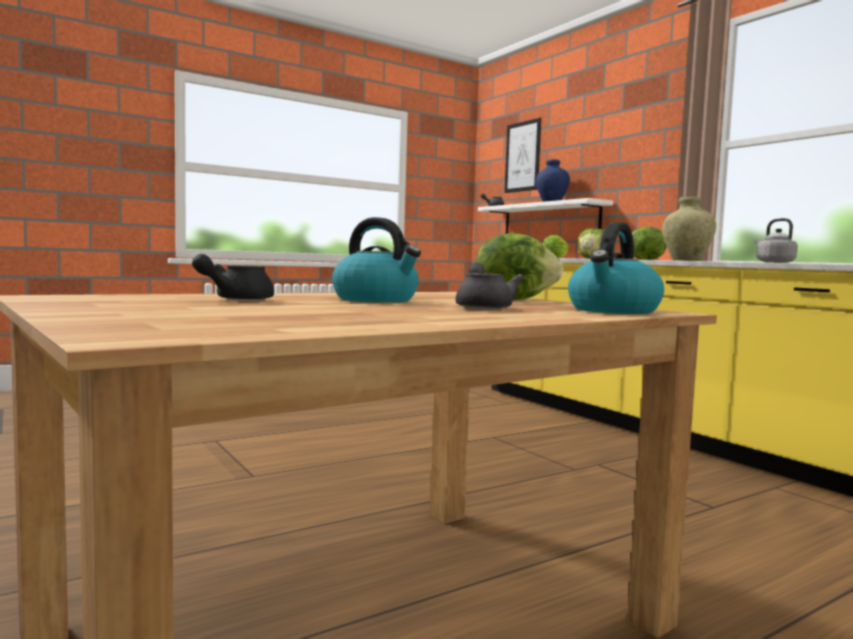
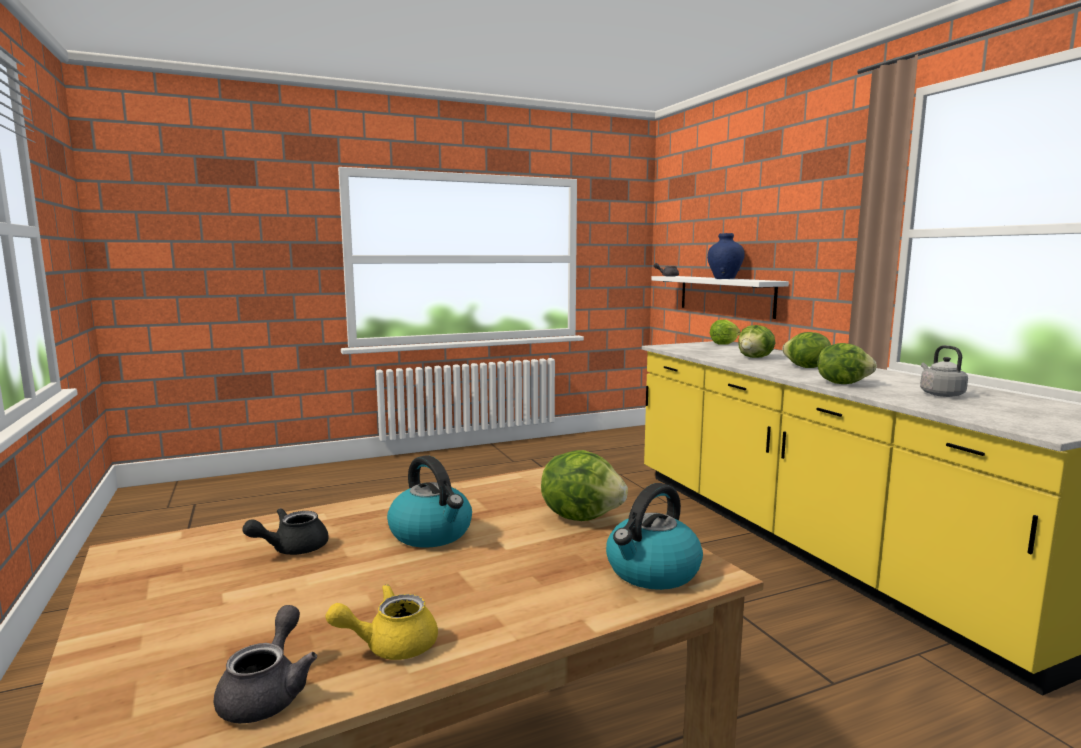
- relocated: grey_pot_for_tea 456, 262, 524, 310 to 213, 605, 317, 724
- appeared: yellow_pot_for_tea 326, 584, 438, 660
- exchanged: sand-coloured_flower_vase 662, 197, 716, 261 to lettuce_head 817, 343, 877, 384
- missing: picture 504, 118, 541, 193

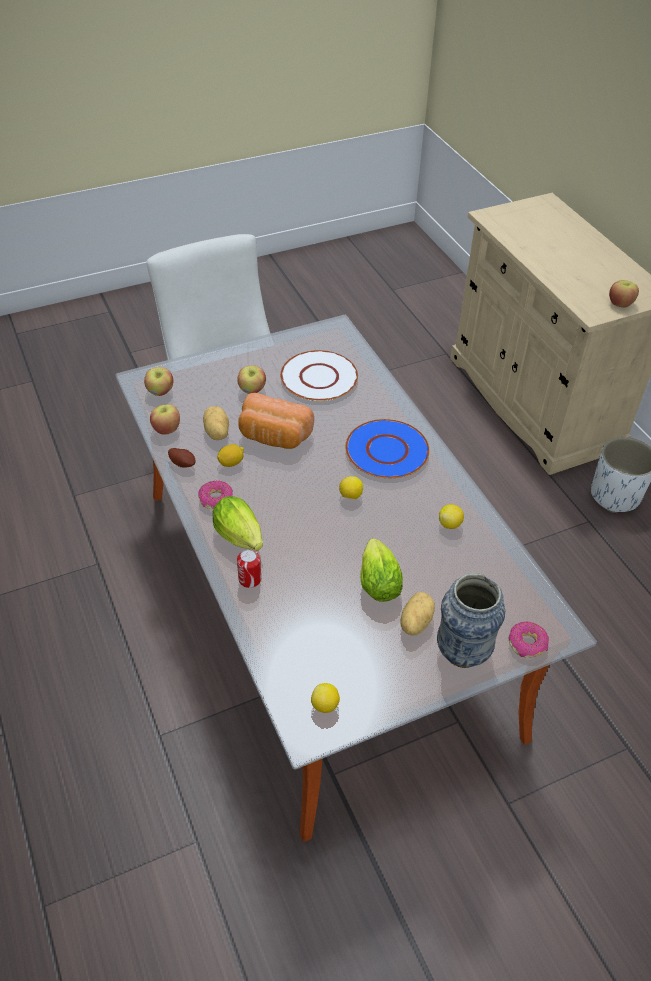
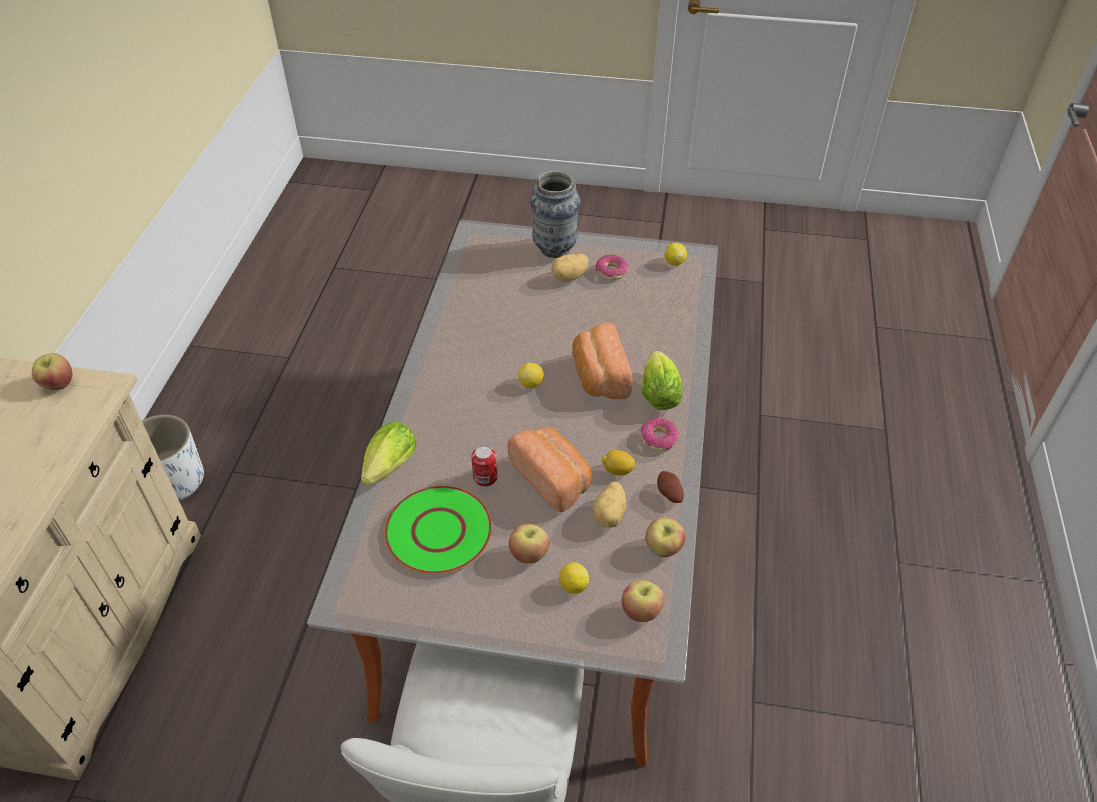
- relocated: lettuce_head 360, 538, 403, 602 to 361, 422, 416, 486
- colour: white-coloured_dinner_plate 280, 350, 358, 401 to green-coloured_dinner_plate 384, 486, 492, 574
- relocated: metal_can 237, 549, 261, 588 to 471, 445, 497, 487
- relocated: whole_lemon 439, 504, 464, 529 to 559, 562, 589, 594
- appeared: baked_bread 572, 322, 632, 399
- relocated: donut 509, 622, 549, 658 to 595, 254, 628, 280
- missing: blue-coloured_dinner_plate 345, 419, 430, 478

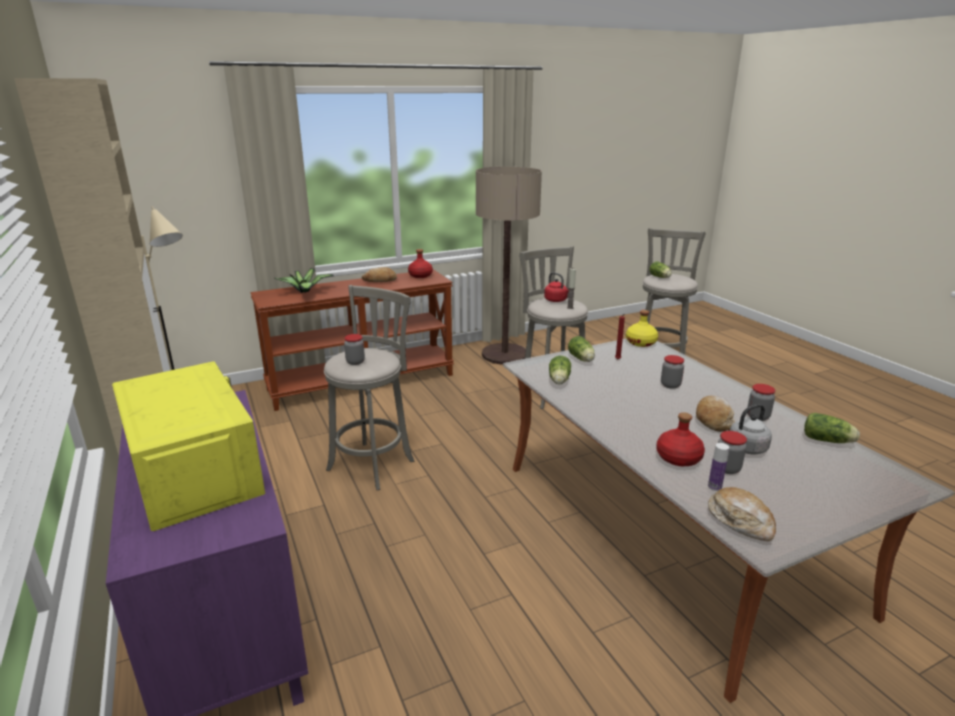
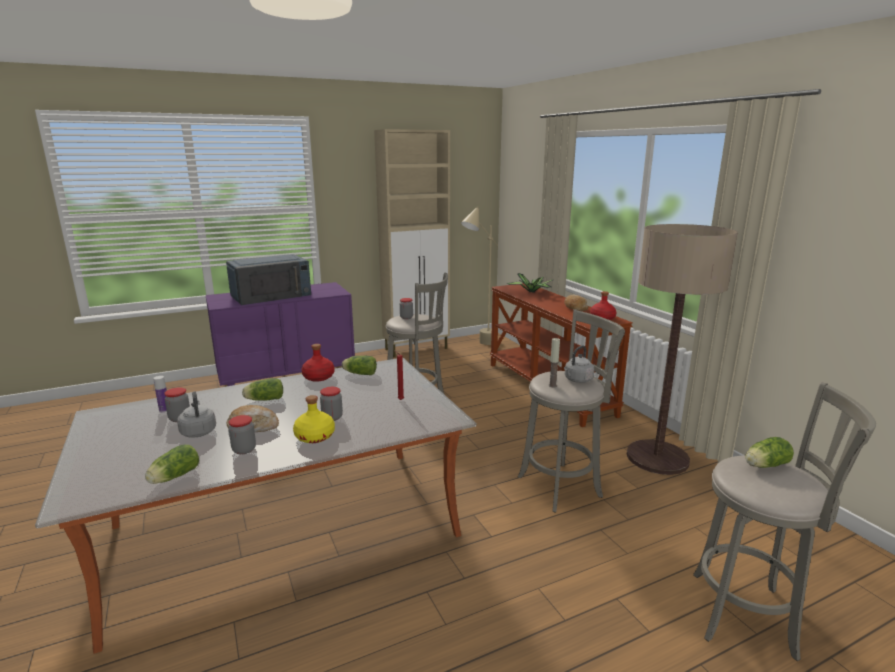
- colour: yellow_microwave_oven 112, 361, 265, 531 to blue-coloured_microwave_oven 226, 254, 311, 305
- relocated: lettuce_head 568, 336, 595, 362 to 242, 378, 283, 401
- relocated: yellow_bottle 626, 310, 658, 347 to 293, 395, 335, 443
- relocated: red-coloured_bottle 656, 412, 705, 466 to 302, 344, 334, 382
- colour: red-coloured_tea_kettle 544, 272, 569, 302 to grey_tea_kettle 564, 345, 594, 383
- missing: baked_bread 708, 487, 776, 541

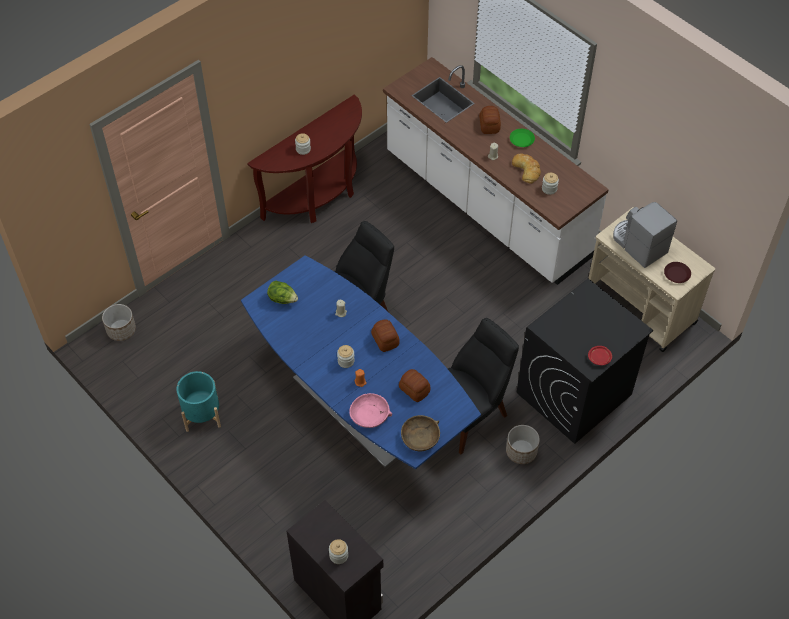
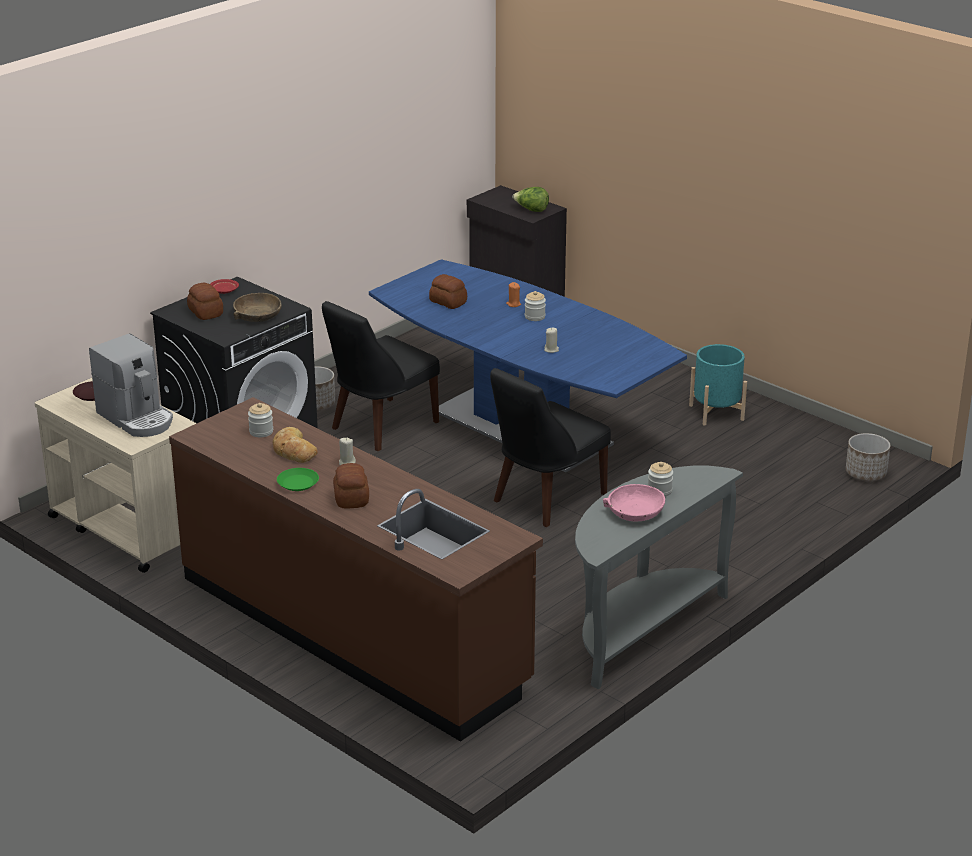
- colour: white-coloured_kitchen_counter 383, 57, 609, 285 to brownish_kitchen_counter 169, 397, 543, 742
- relocated: baked_bread 371, 320, 400, 352 to 187, 283, 223, 320
- relocated: brownish_serving_bowl 401, 415, 440, 452 to 233, 293, 282, 322
- relocated: lettuce_head 267, 281, 298, 304 to 513, 187, 549, 212
- colour: brownish_hall_table 247, 95, 362, 223 to grey_hall_table 575, 466, 743, 689
- relocated: pinkish_serving_bowl 349, 393, 392, 428 to 603, 484, 665, 521
- missing: jar 329, 539, 348, 564

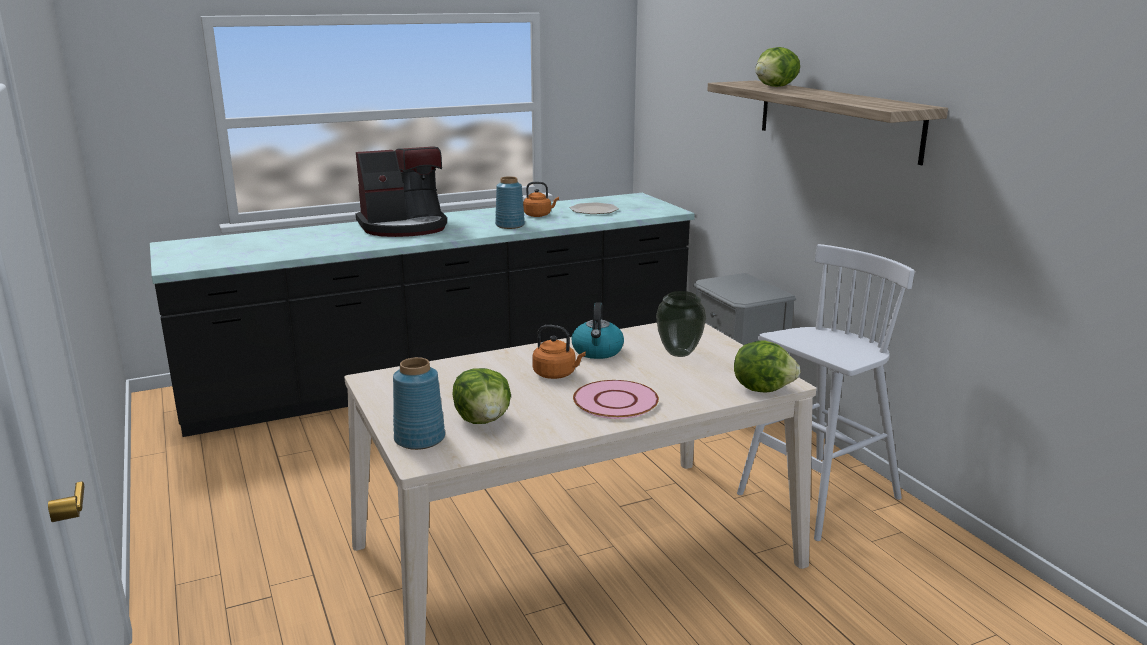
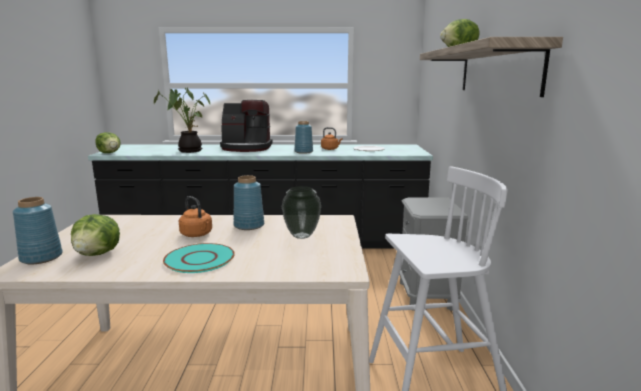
- relocated: lettuce_head 734, 340, 800, 393 to 96, 132, 121, 153
- appeared: potted_plant 154, 88, 210, 153
- colour: pinkish_dinner_plate 573, 380, 659, 419 to blue-green_dinner_plate 163, 243, 235, 273
- exchanged: tea_kettle 571, 302, 624, 359 to blue-coloured_flower_vase 233, 175, 264, 230

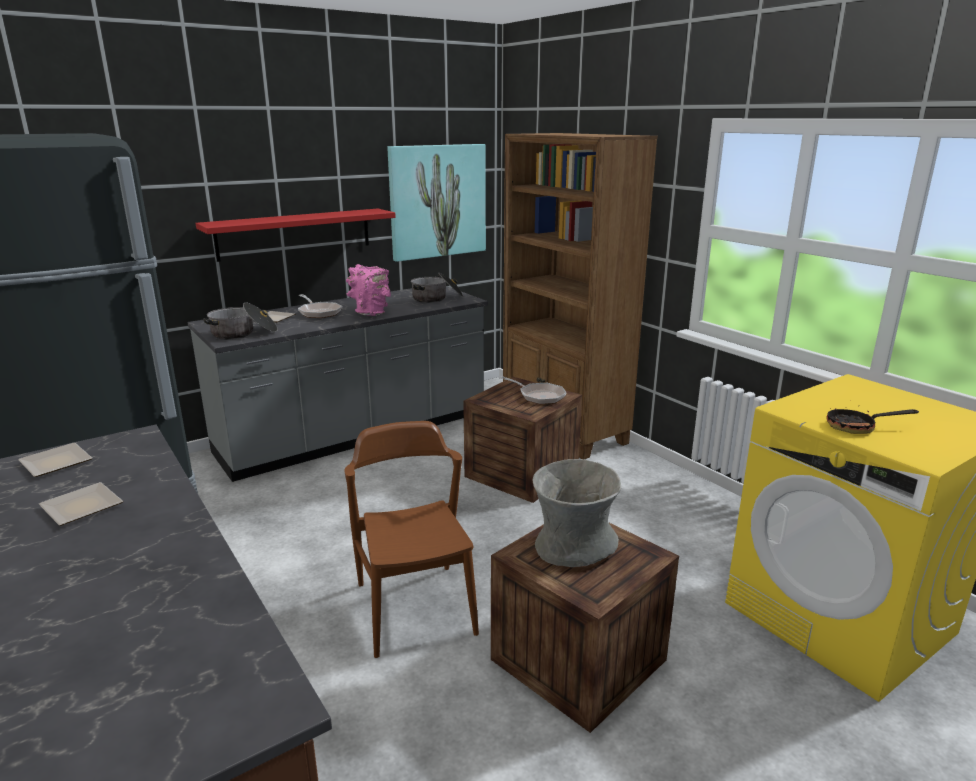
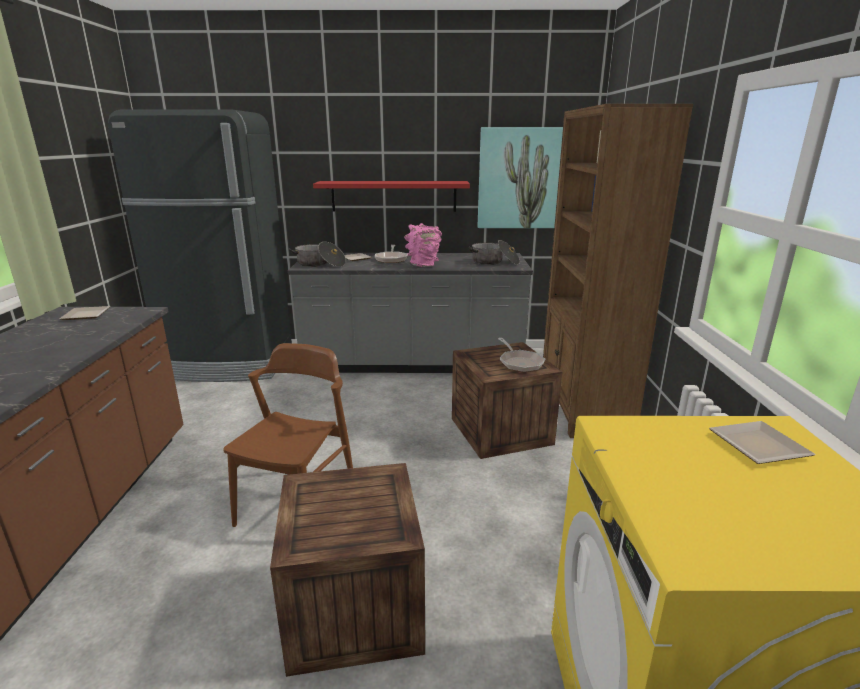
- relocated: dinner_plate 39, 482, 123, 526 to 709, 421, 815, 464
- missing: grey_flower_vase 533, 459, 621, 567
- missing: skillet 826, 408, 919, 434

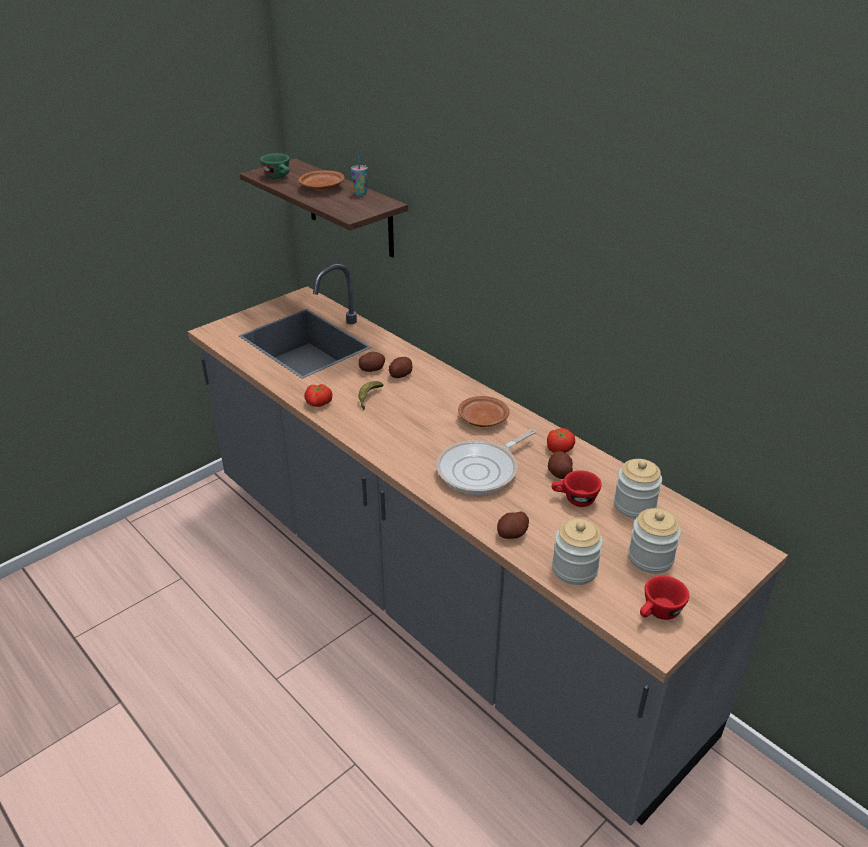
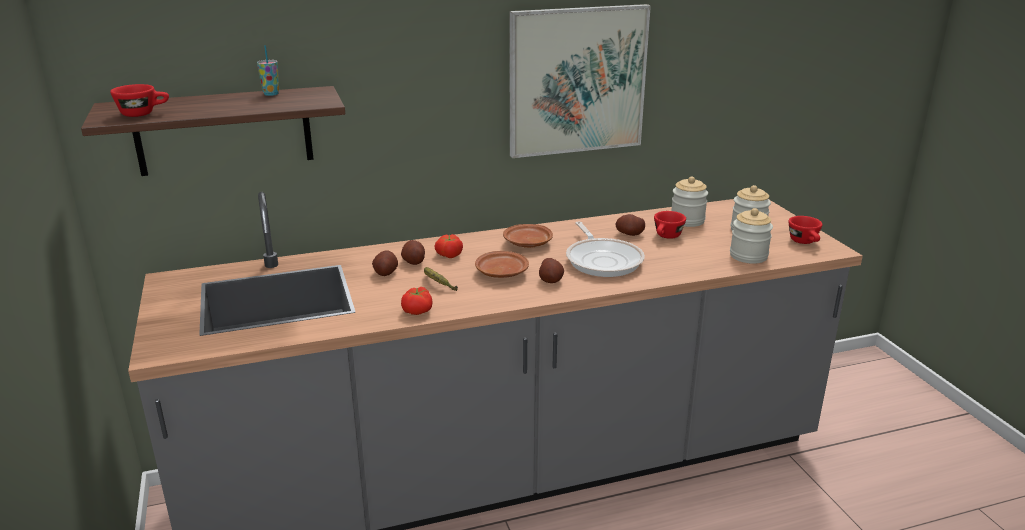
- colour: green-coloured_drinking_cup 260, 153, 290, 179 to red-coloured_drinking_cup 110, 84, 169, 117
- relocated: tomato 547, 428, 575, 453 to 434, 234, 463, 258
- relocated: brownish_dinner_plate 298, 170, 345, 191 to 475, 251, 529, 278
- appeared: picture 510, 4, 651, 158
- relocated: potato 497, 512, 529, 539 to 539, 258, 564, 283

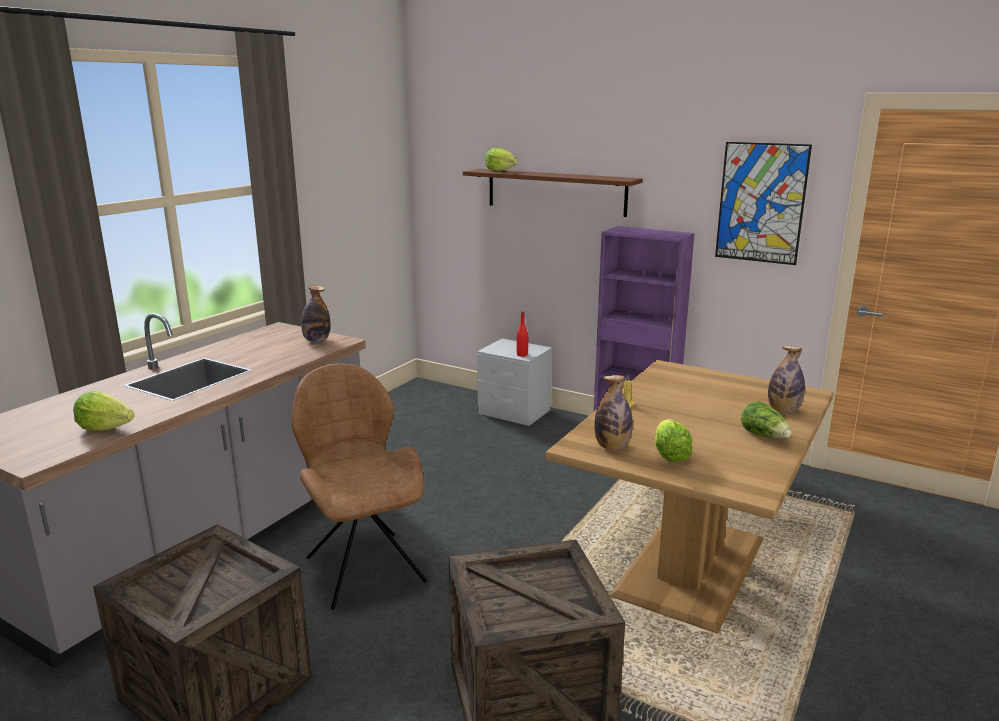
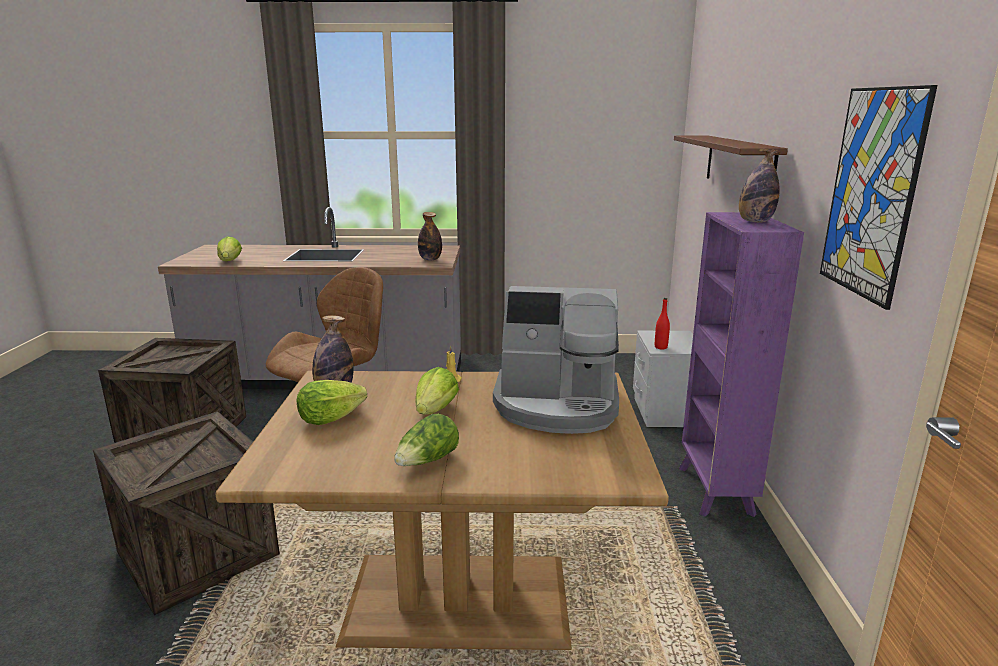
- relocated: lettuce_head 485, 148, 517, 171 to 415, 367, 459, 414
- appeared: coffee_machine 493, 286, 619, 434
- relocated: bottle 768, 346, 805, 412 to 739, 149, 781, 223

